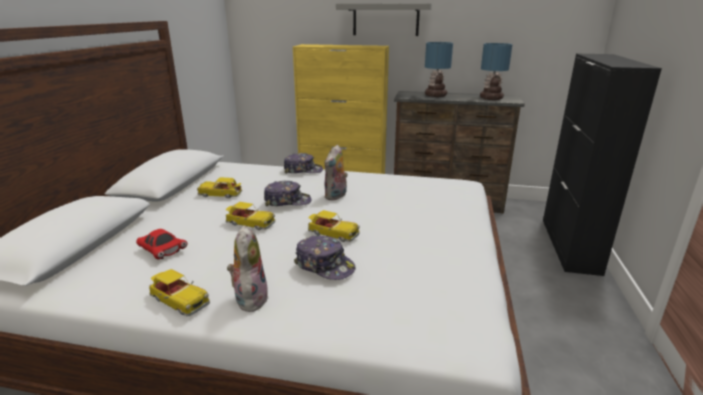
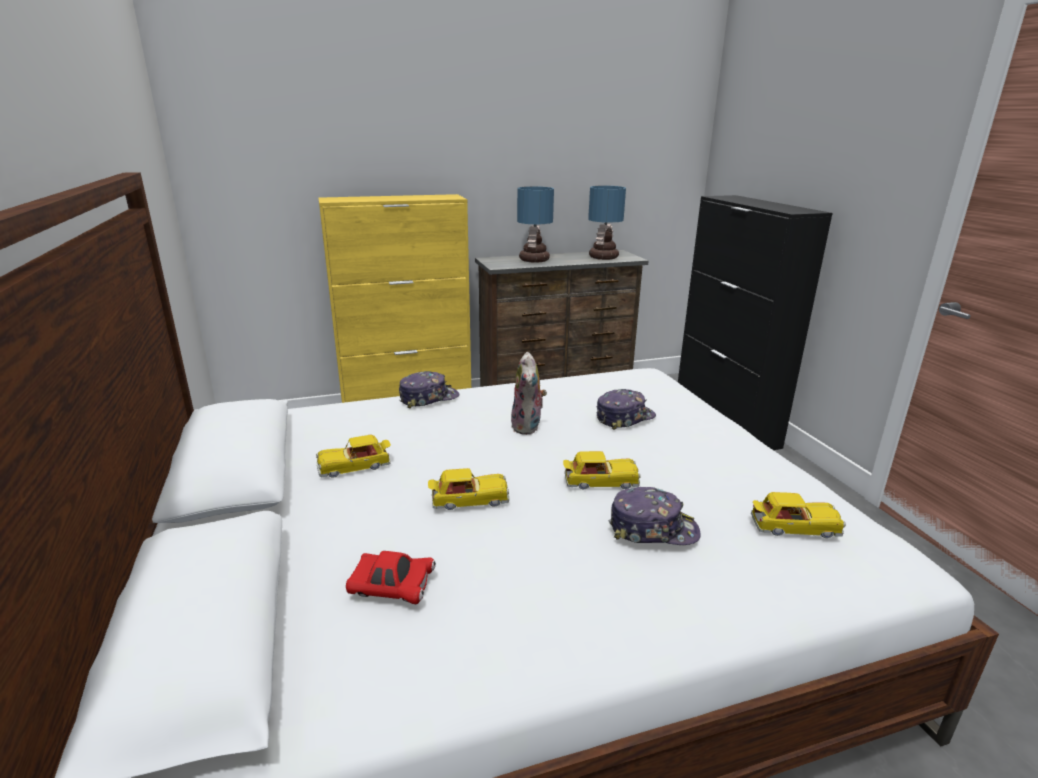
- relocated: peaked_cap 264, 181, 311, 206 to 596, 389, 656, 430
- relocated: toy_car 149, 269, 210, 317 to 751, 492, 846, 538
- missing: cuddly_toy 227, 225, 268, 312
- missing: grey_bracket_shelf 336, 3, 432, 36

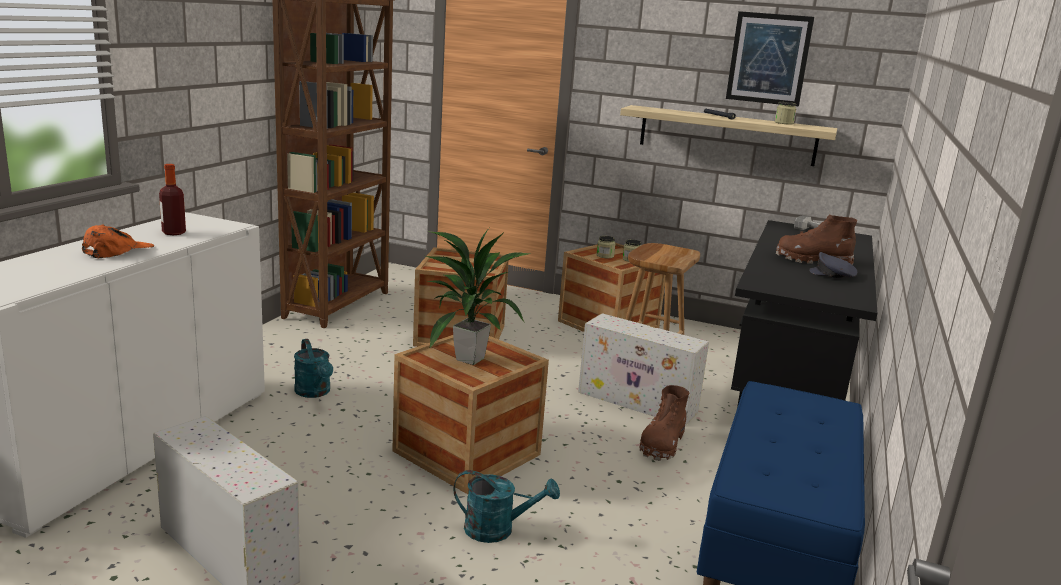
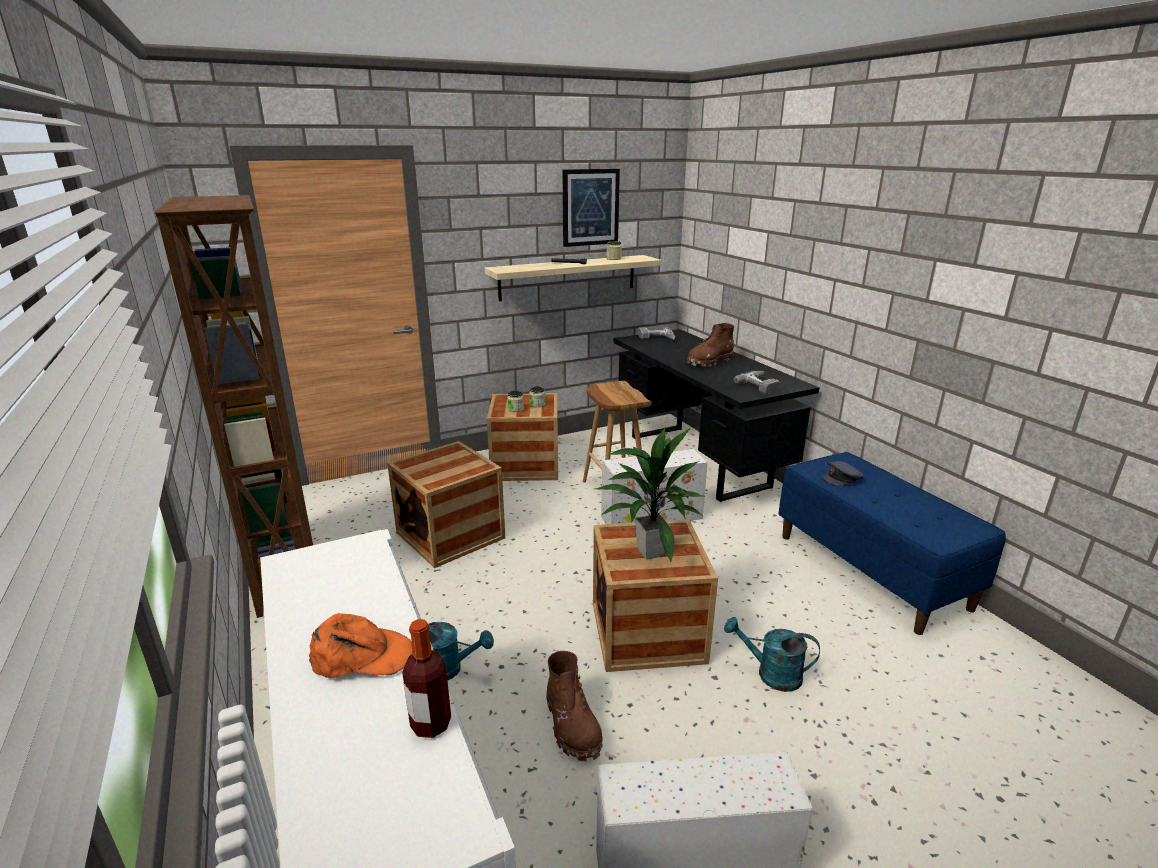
- spun: orange_peaked_cap 82, 224, 154, 258 = 309, 613, 413, 678 105 degrees clockwise
- relocated: bottle 159, 164, 186, 235 to 402, 619, 451, 738
- relocated: brownish_boot 640, 385, 689, 461 to 547, 651, 603, 762
- spun: blue-green_sprinkling_can 453, 470, 560, 543 = 724, 617, 820, 692 120 degrees counterclockwise
- appeared: power_drill 734, 371, 780, 395
- relocated: grey_peaked_cap 809, 252, 857, 278 to 823, 461, 864, 486

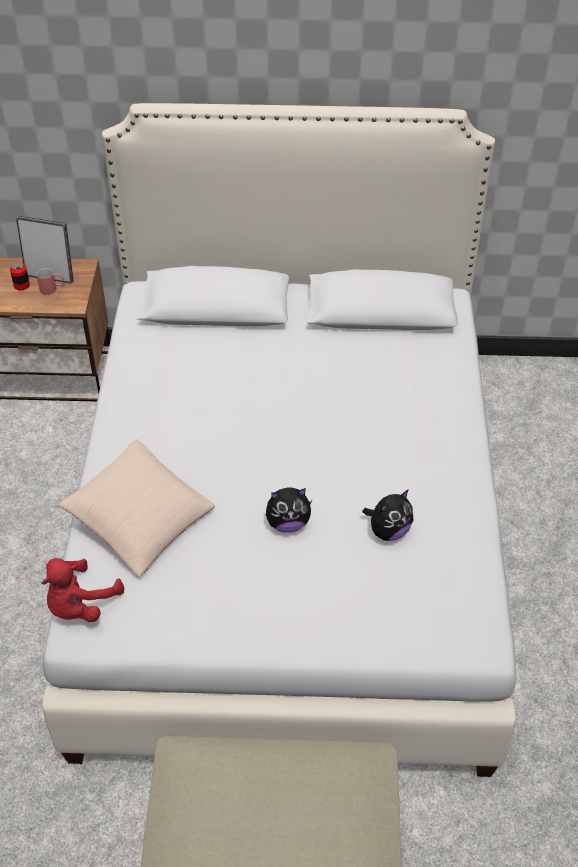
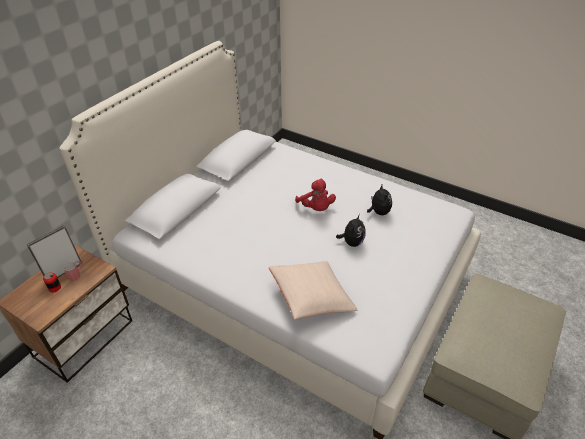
- relocated: red-coloured_cuddly_toy 42, 558, 124, 622 to 295, 179, 336, 211

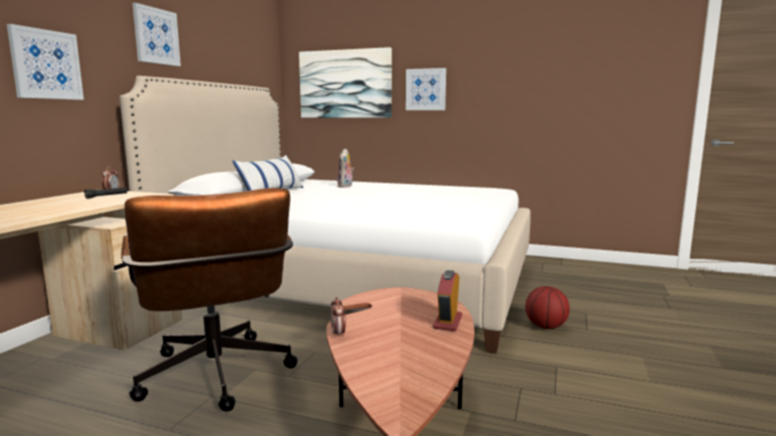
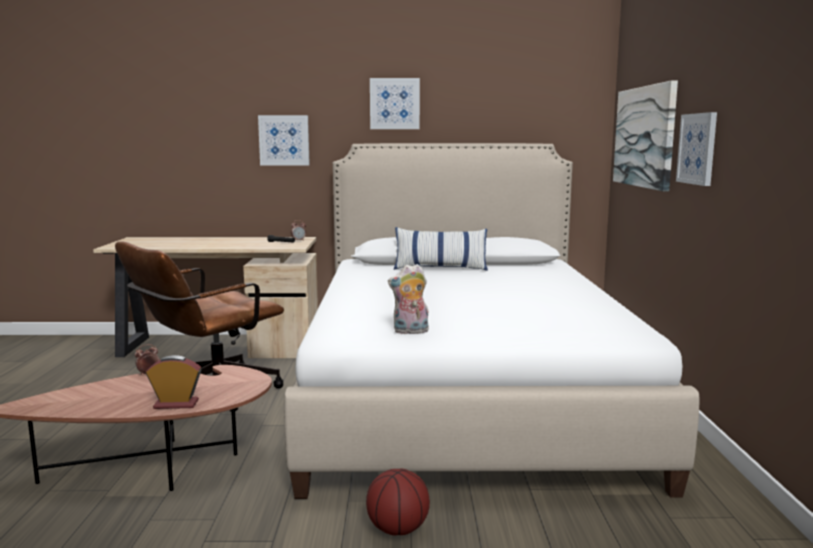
- relocated: cuddly_toy 337, 148, 354, 188 to 388, 264, 429, 334

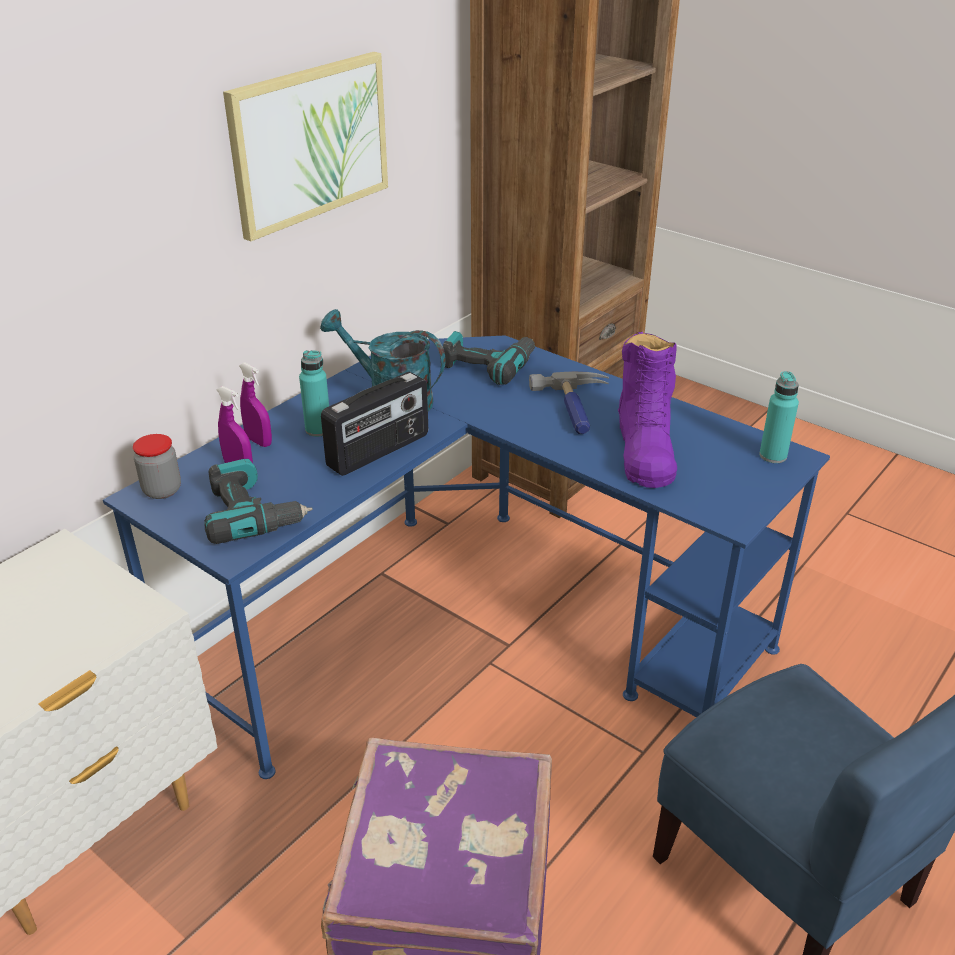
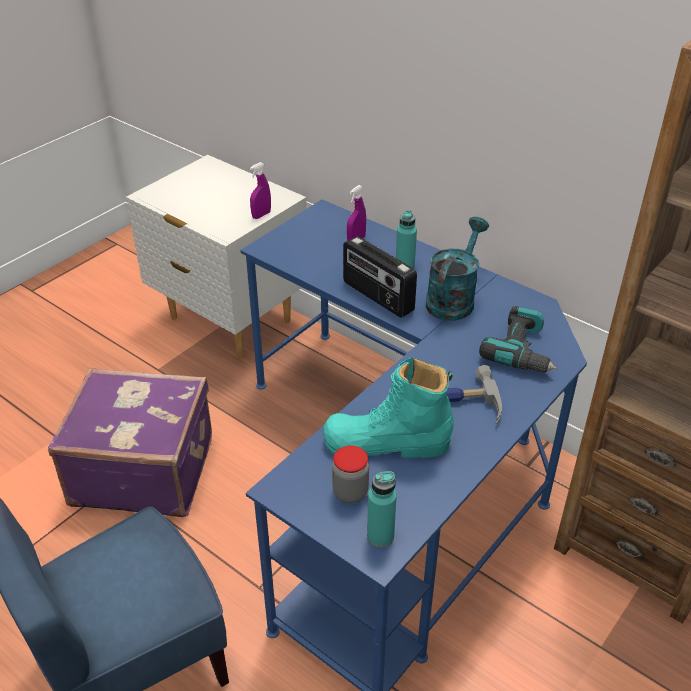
- relocated: purplish_sprayer 239, 362, 272, 447 to 250, 162, 271, 219
- colour: purplish_boot 618, 332, 677, 488 to blue-green_boot 323, 357, 454, 458
- relocated: jar 133, 434, 181, 499 to 332, 446, 369, 503
- missing: power_drill 204, 459, 313, 544
- missing: picture 223, 52, 388, 241

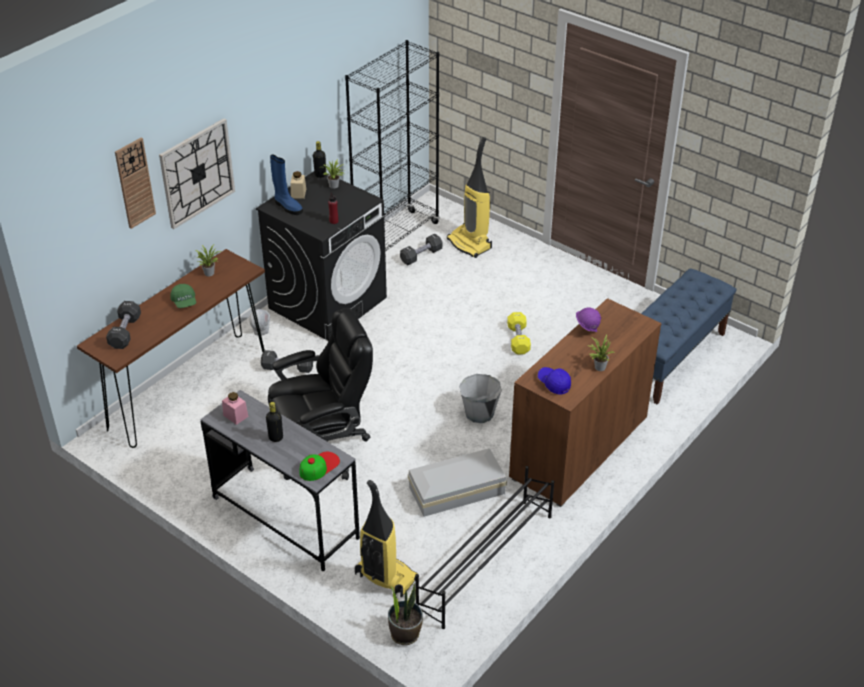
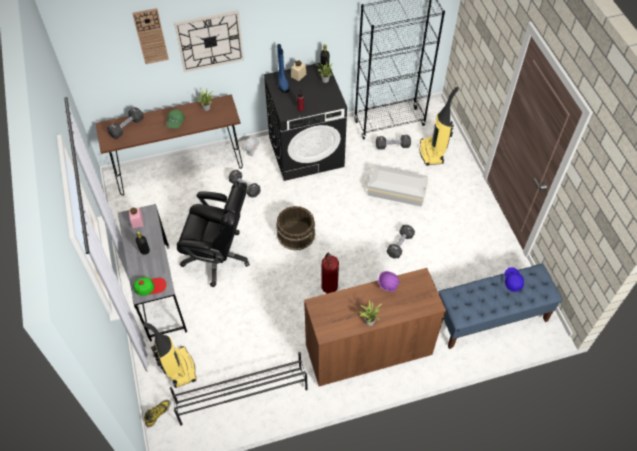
- exchanged: potted_plant 388, 583, 423, 645 to boot 144, 400, 171, 428
- appeared: brownish_pail 276, 206, 315, 250
- exchanged: grey_pail 459, 374, 502, 423 to fire-fighting_cylinder 321, 252, 339, 294
- relocated: white-coloured_storage_container 408, 448, 507, 517 to 367, 165, 428, 207
- colour: yellow_free_weight 507, 312, 531, 355 to black_free_weight 387, 225, 415, 258
- relocated: blue-coloured_peaked_cap 538, 367, 571, 395 to 504, 267, 524, 292

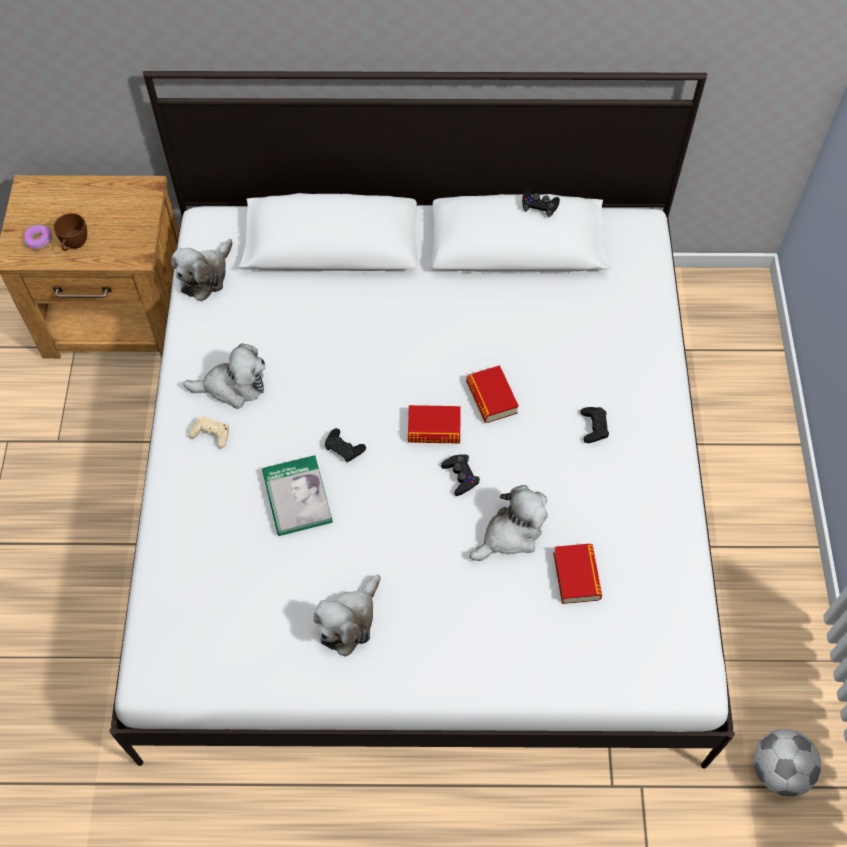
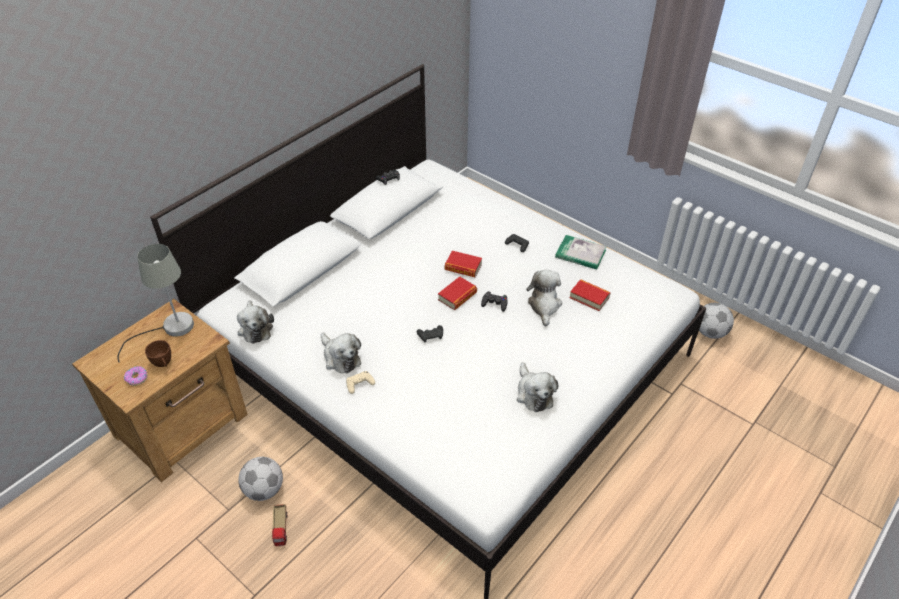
- appeared: grey_table_lamp 117, 244, 194, 363
- appeared: football 238, 457, 283, 501
- appeared: toy_truck 272, 504, 287, 546
- spun: cuddly_toy 183, 343, 266, 409 = 321, 333, 361, 374 105 degrees clockwise
- relocated: volume 262, 455, 333, 536 to 555, 235, 607, 270

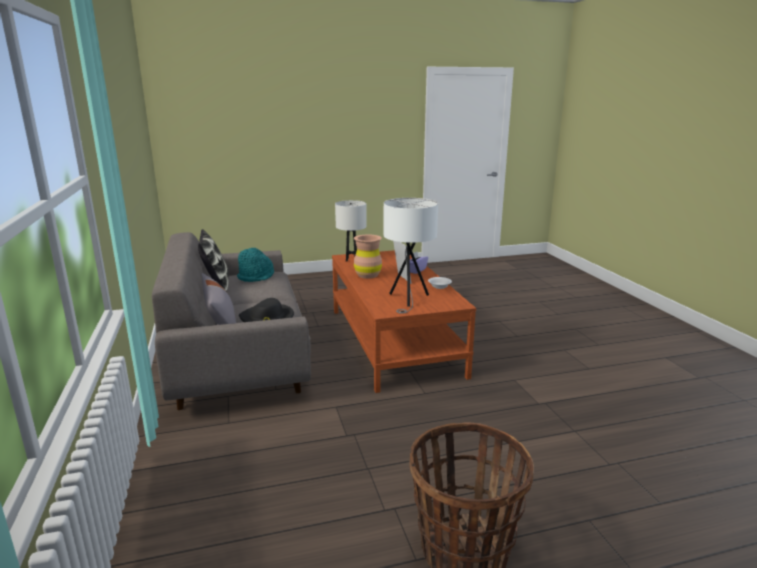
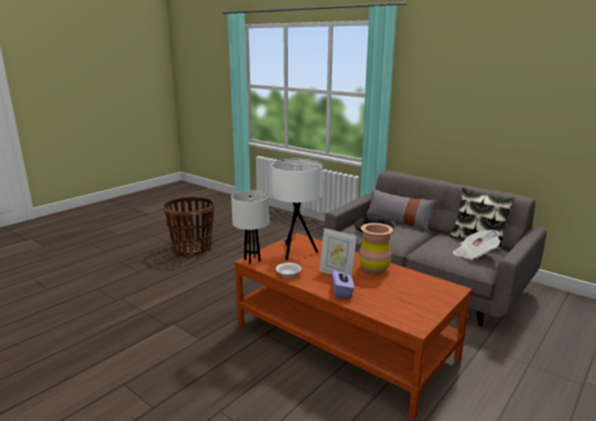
- relocated: white-coloured_table_lamp 335, 200, 366, 262 to 231, 190, 269, 264
- exchanged: blue-green_hat 237, 248, 274, 282 to printed_paper 453, 230, 500, 260

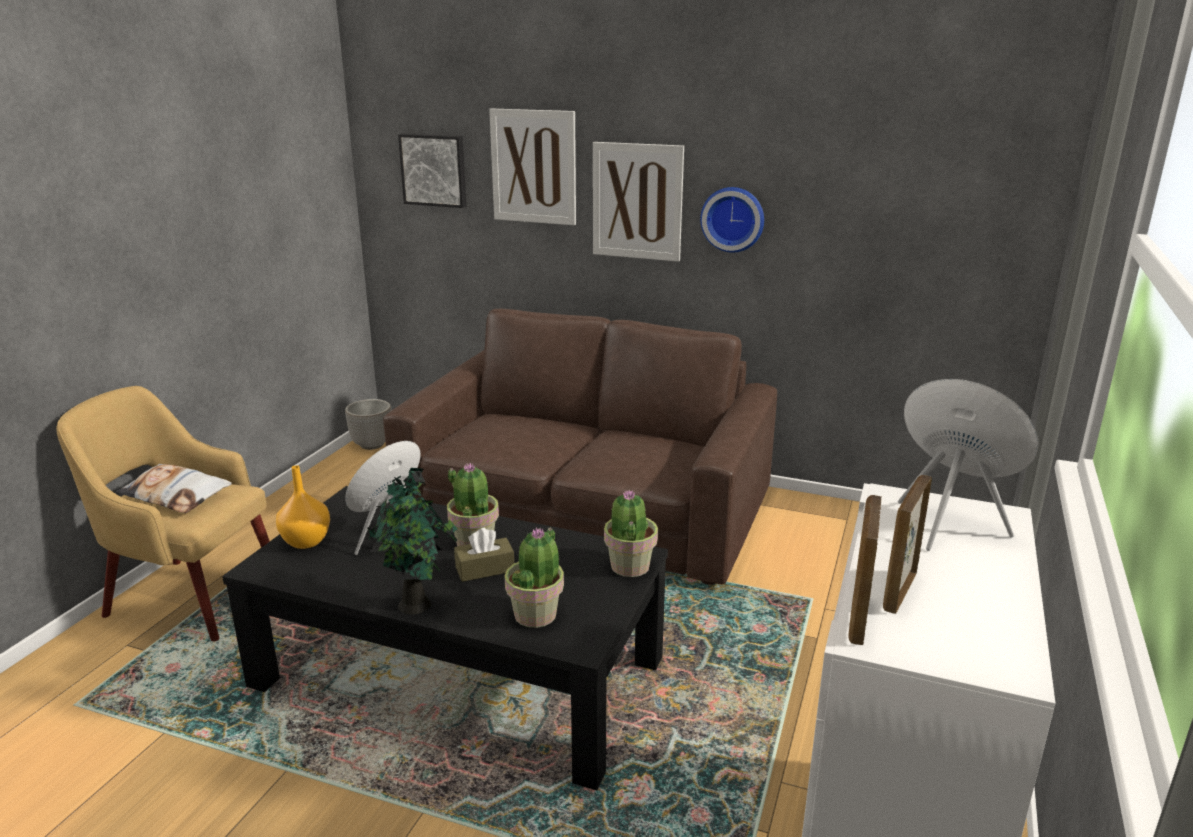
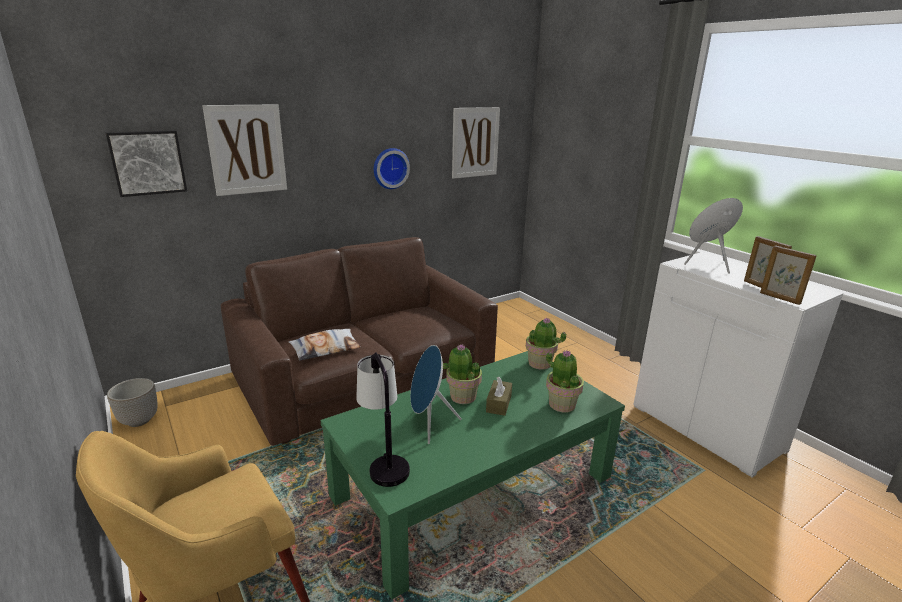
- relocated: throw_pillow 116, 464, 232, 513 to 289, 329, 361, 361
- colour: black_low_table 222, 486, 668, 790 to green-coloured_low_table 321, 351, 625, 599
- exchanged: orange_flower_vase 276, 465, 330, 549 to table_lamp 356, 352, 410, 487
- relocated: picture 593, 142, 684, 262 to 452, 107, 500, 179
- missing: potted_plant 367, 468, 457, 615

